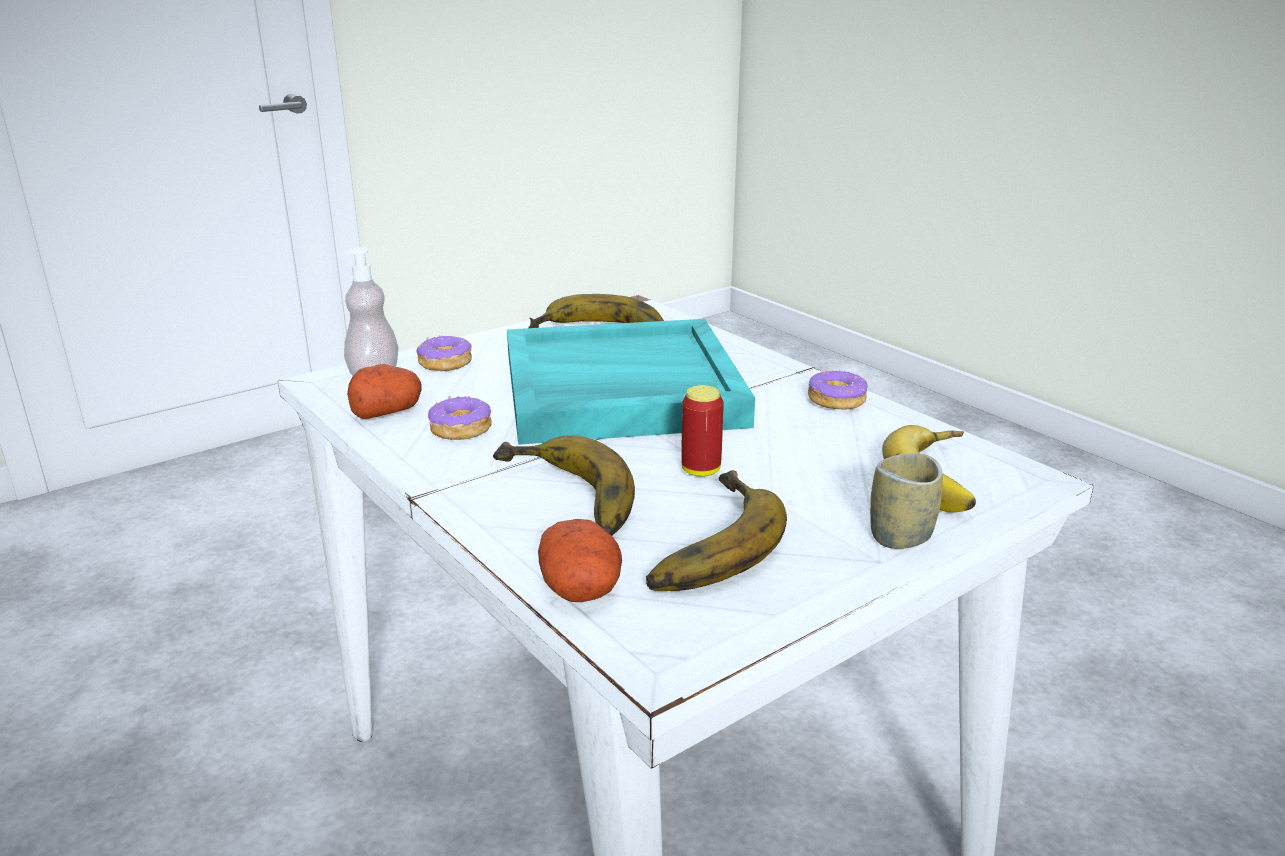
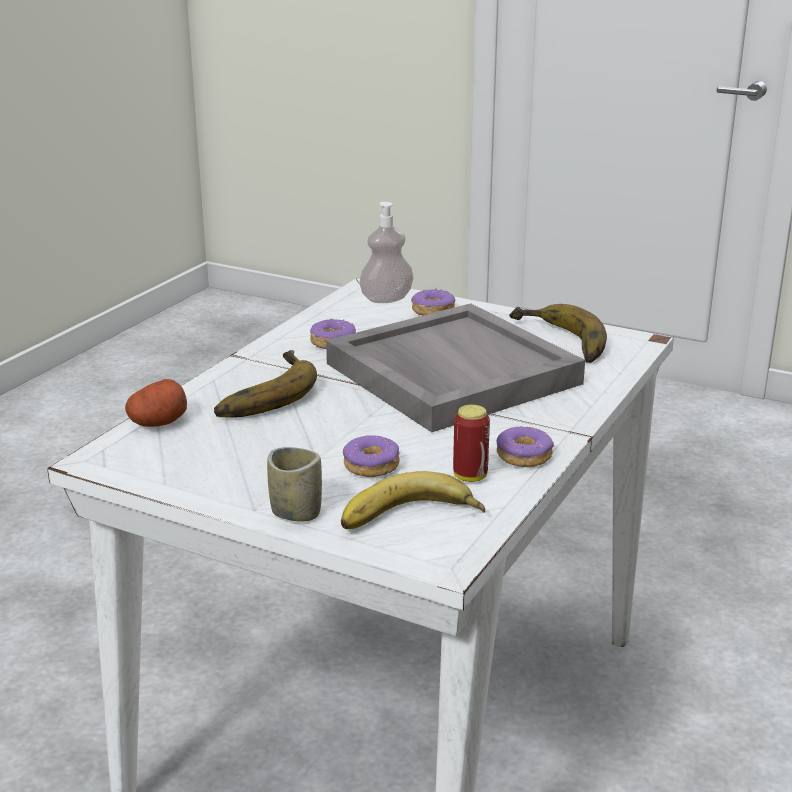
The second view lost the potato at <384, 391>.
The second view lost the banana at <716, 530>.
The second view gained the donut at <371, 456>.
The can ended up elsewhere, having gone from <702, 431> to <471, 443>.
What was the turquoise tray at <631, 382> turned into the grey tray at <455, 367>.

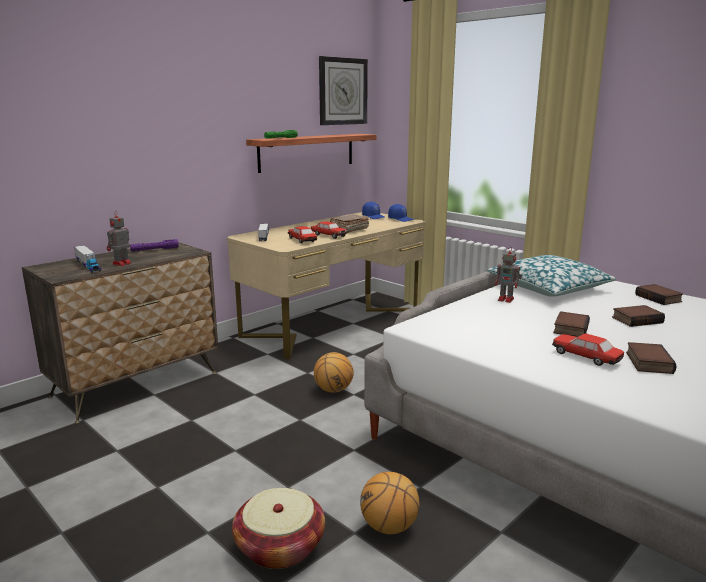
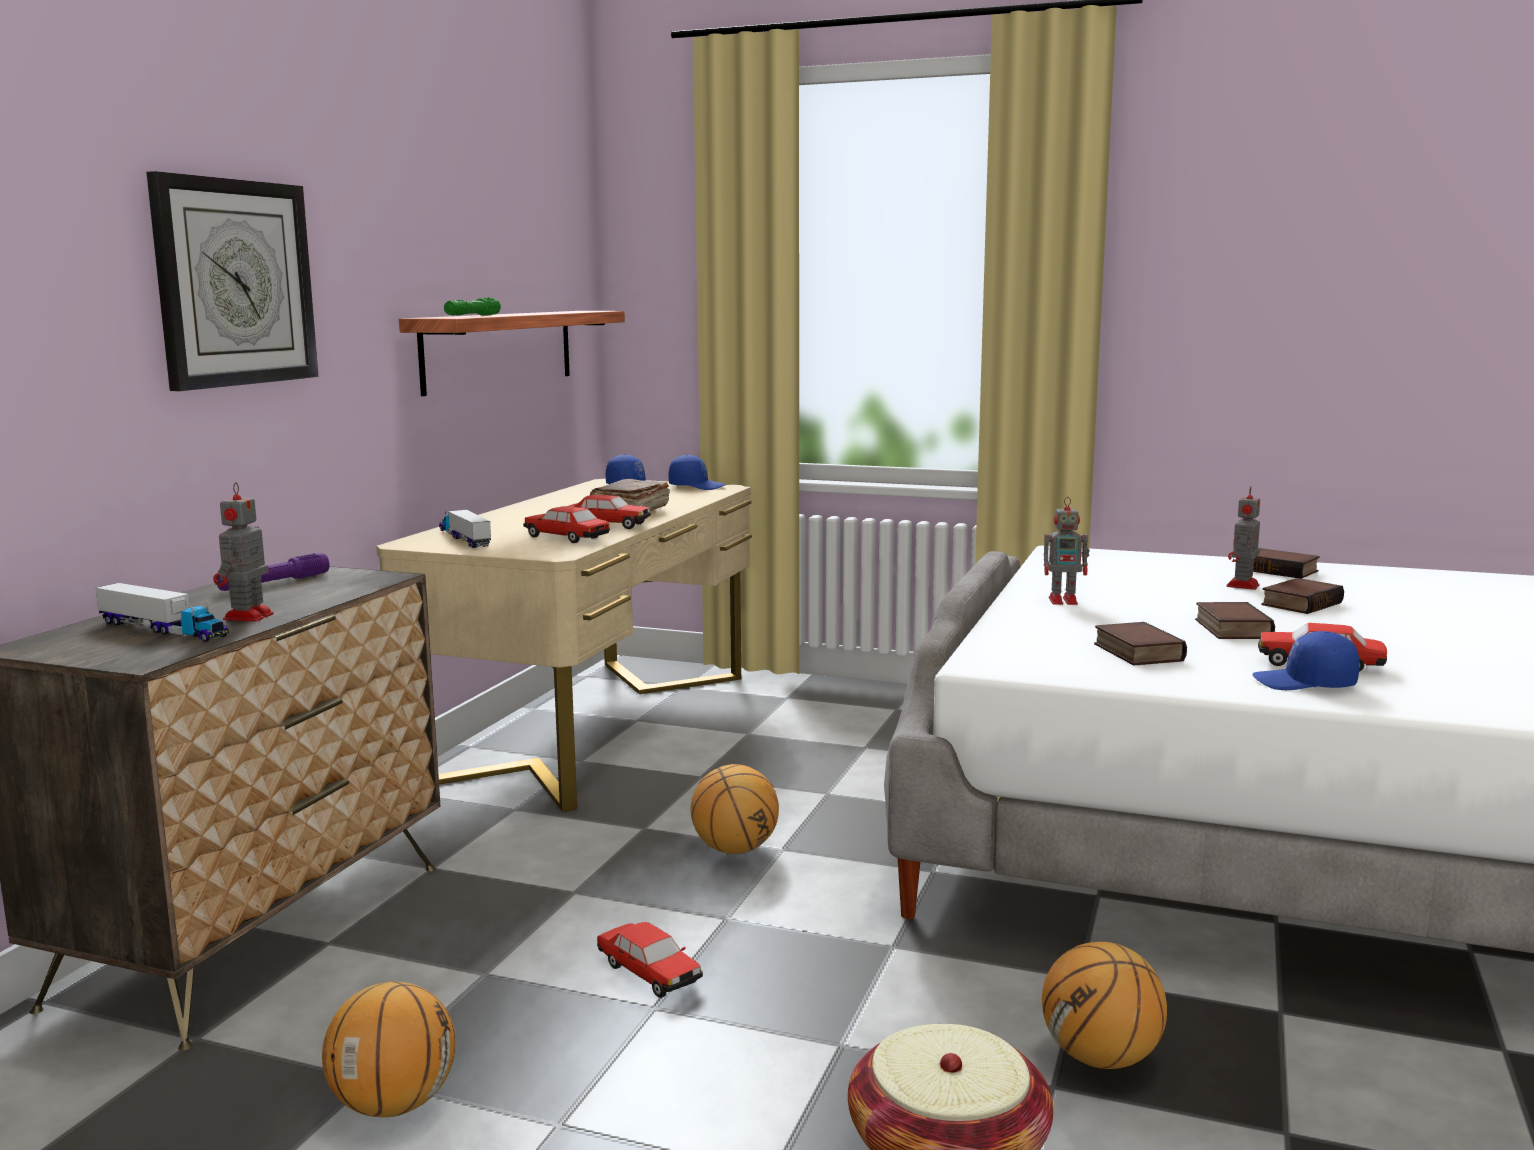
The second view lost the pillow at <552, 276>.
The second view gained the basketball at <389, 1049>.
The second view gained the toy car at <650, 960>.
The second view gained the toy robot at <1243, 538>.
The second view gained the blue cap at <1306, 660>.
The wall clock ended up elsewhere, having gone from <343, 90> to <232, 281>.
The book ended up elsewhere, having gone from <651, 358> to <1140, 644>.

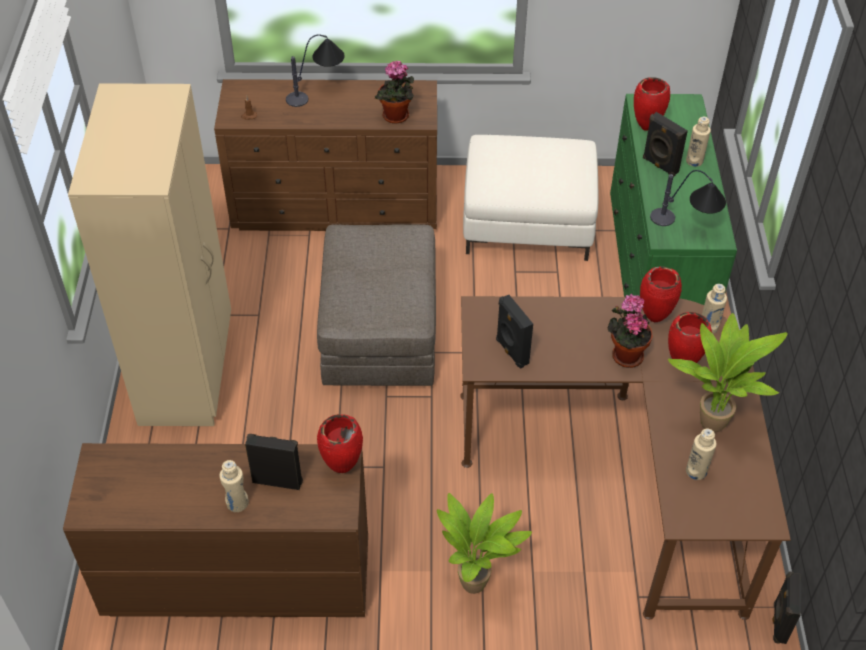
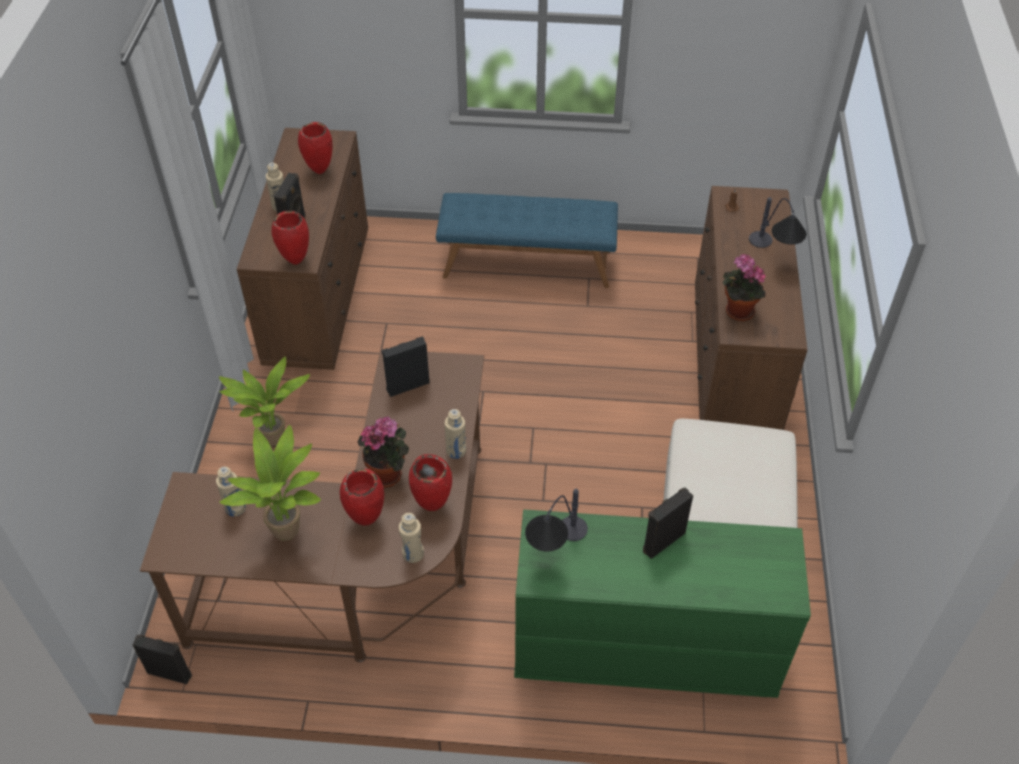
The second view lost the grey ottoman at <376, 305>.
The red vase ended up elsewhere, having gone from <652, 104> to <315, 148>.
The beige bottle ended up elsewhere, having gone from <698, 141> to <455, 434>.
Where the beige wardrobe stood at <149, 254>, the blue bench came to stand at <527, 240>.

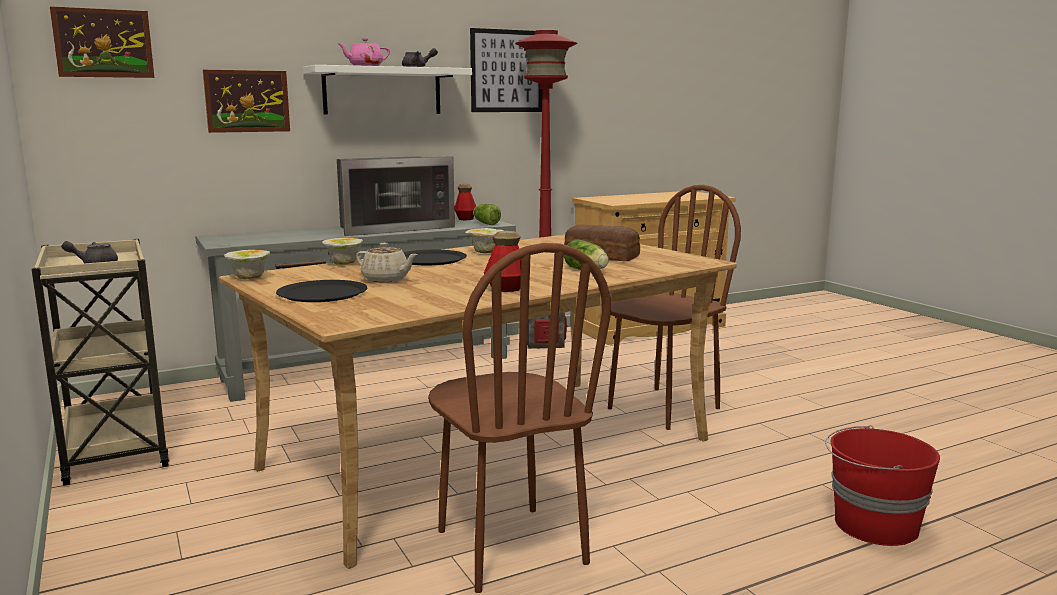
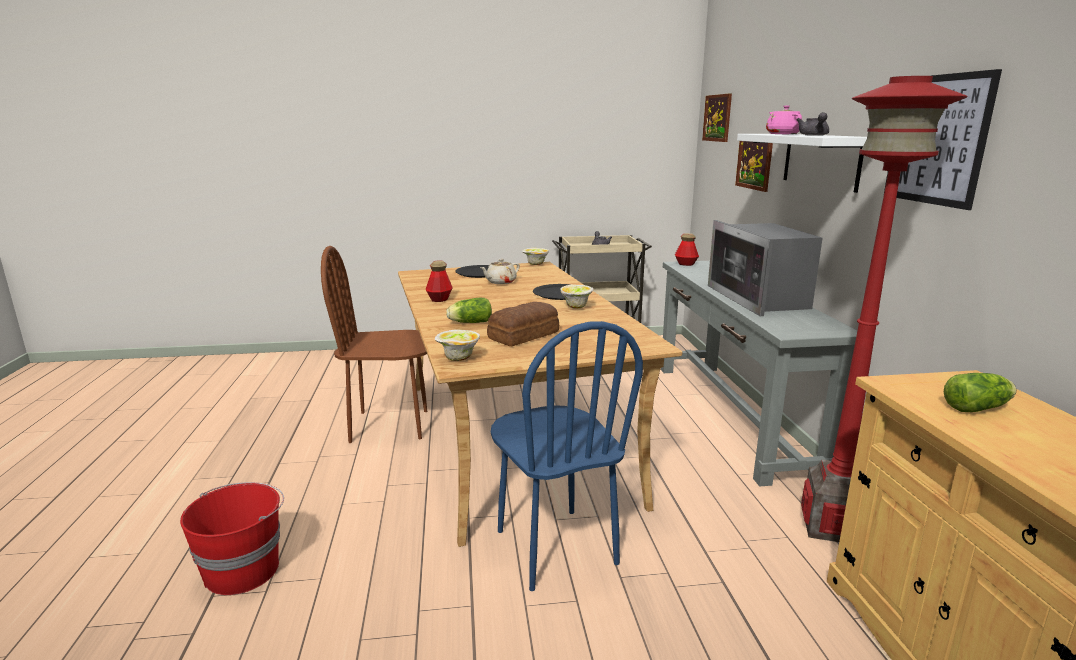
The bowl ended up elsewhere, having gone from <342, 251> to <457, 345>.
The bottle ended up elsewhere, having gone from <465, 202> to <687, 249>.
The lettuce ended up elsewhere, having gone from <487, 214> to <980, 392>.
What was the brown chair at <674, 307> turned into the blue chair at <567, 456>.

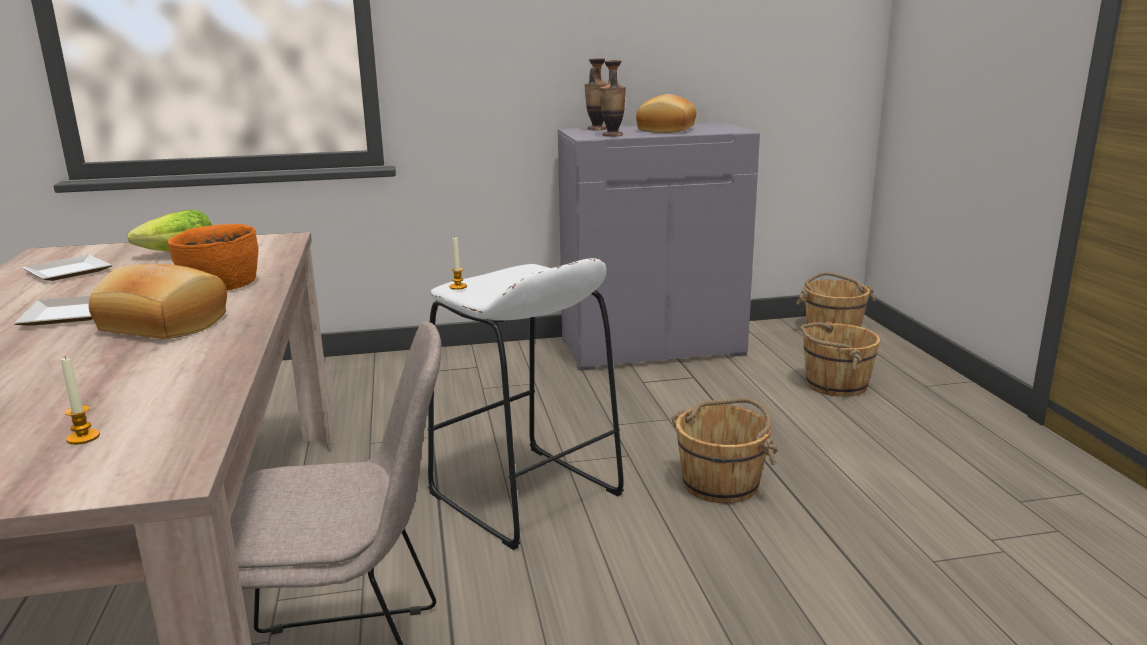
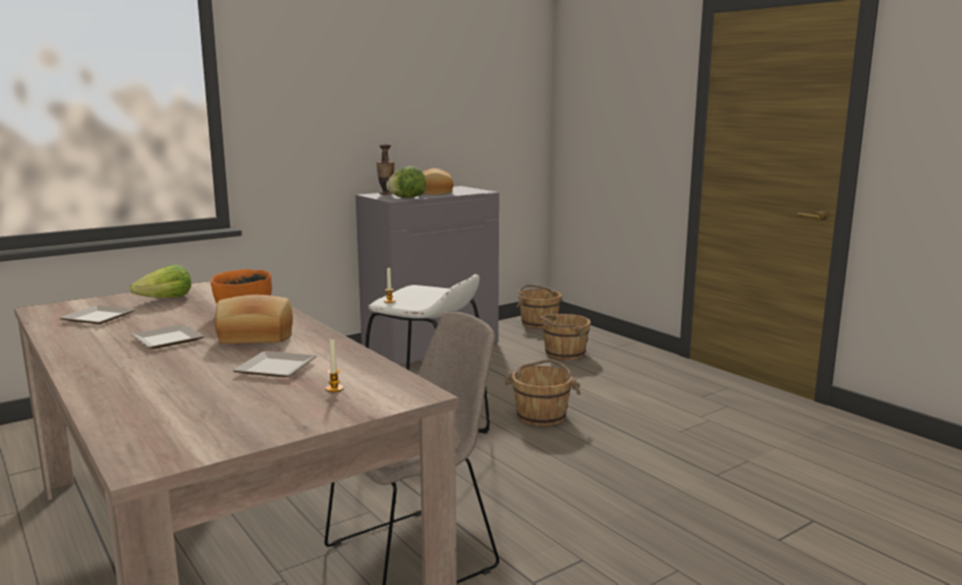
The second view gained the plate at <274, 364>.
Where the vase stood at <613, 98>, the lettuce came to stand at <406, 182>.

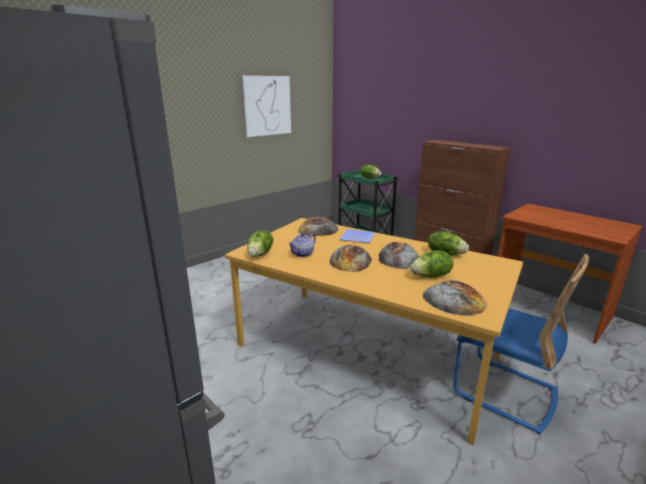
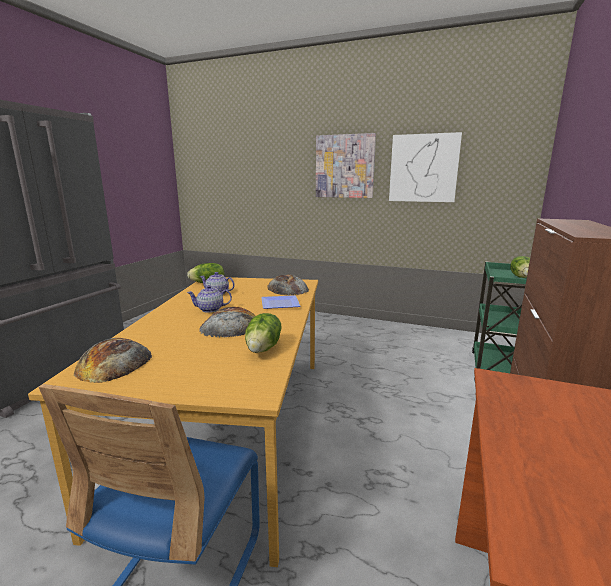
The second view lost the lettuce at <432, 263>.
The second view gained the picture at <346, 165>.
Where the bread stood at <350, 258>, the teapot came to stand at <209, 299>.

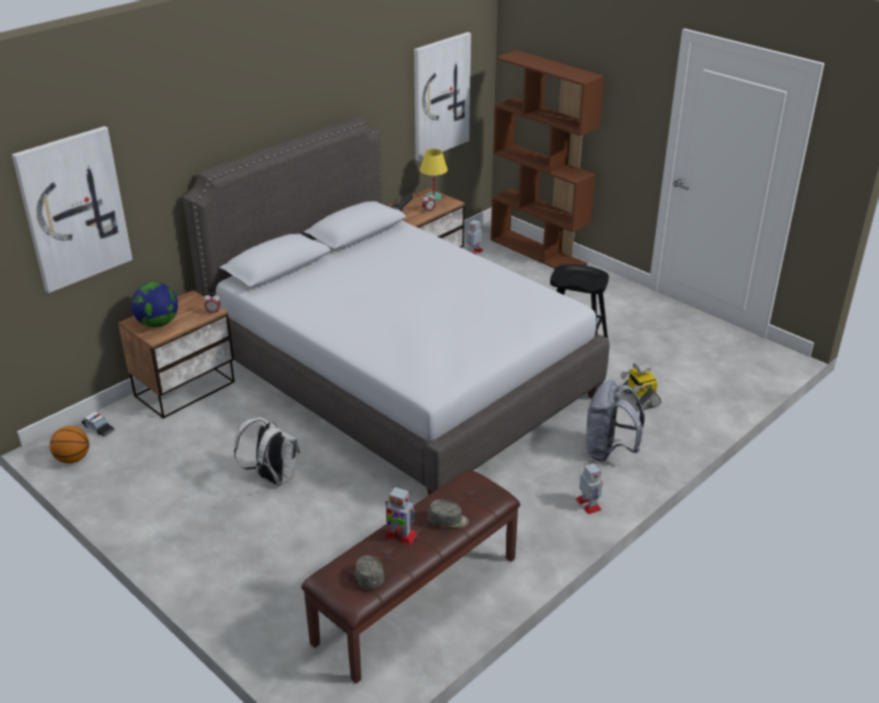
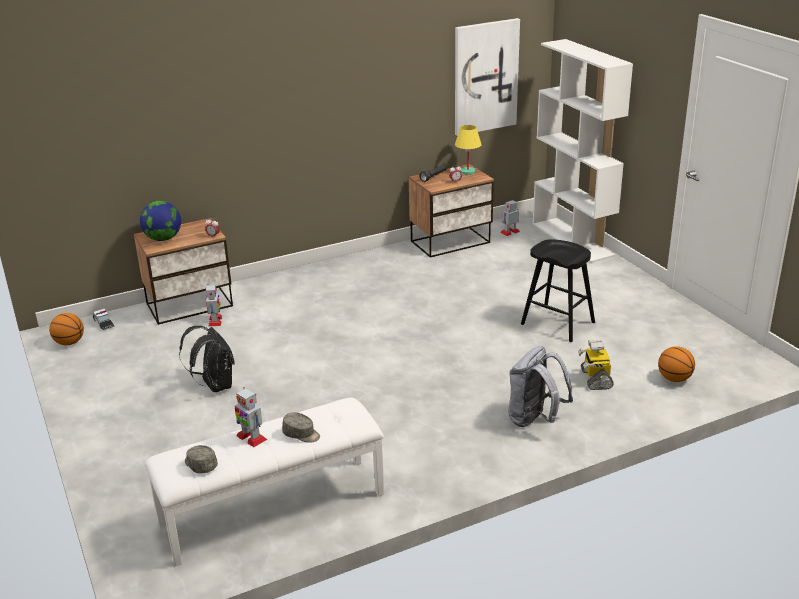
The second view lost the picture at <72, 209>.
The second view lost the grey bed at <396, 306>.
The second view gained the basketball at <676, 364>.
The toy robot ended up elsewhere, having gone from <589, 488> to <214, 305>.
What was the white backpack at <267, 451> turned into the black backpack at <207, 359>.
What was the brown bench at <410, 577> turned into the white bench at <264, 481>.
What was the brown bookcase at <548, 159> turned into the white bookcase at <583, 151>.
The grey cap at <369, 572> ended up facing another way, 45 degrees counterclockwise from before.

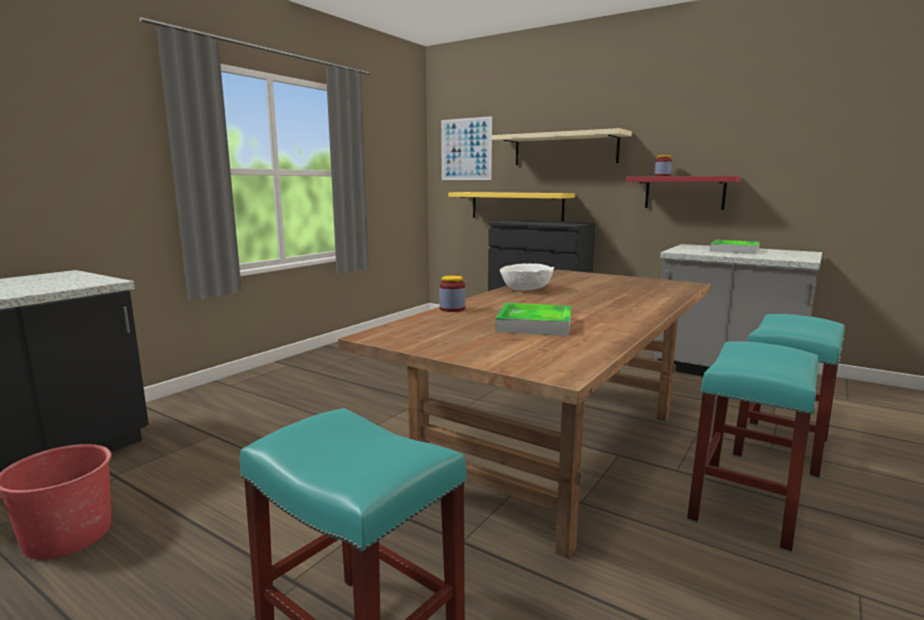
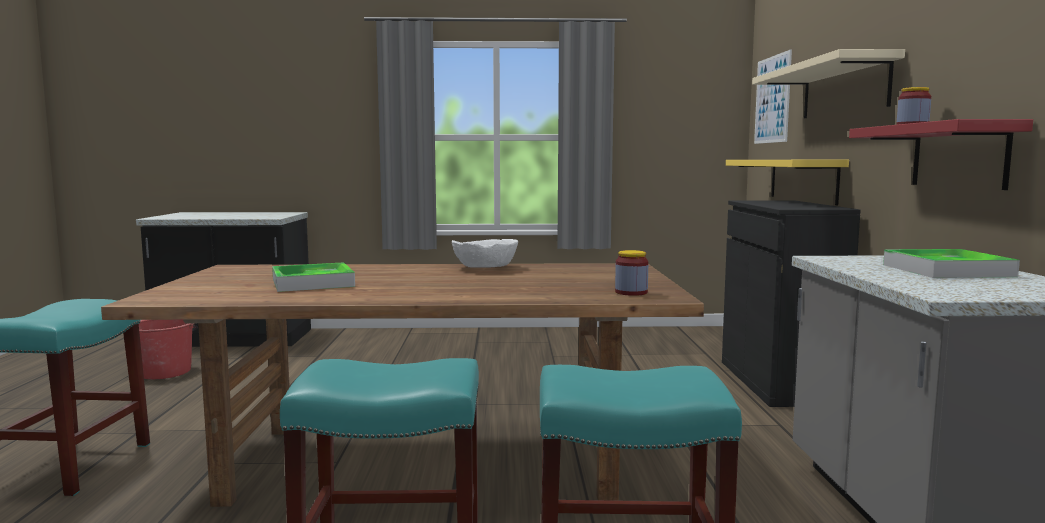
The jar ended up elsewhere, having gone from <452, 293> to <631, 273>.

